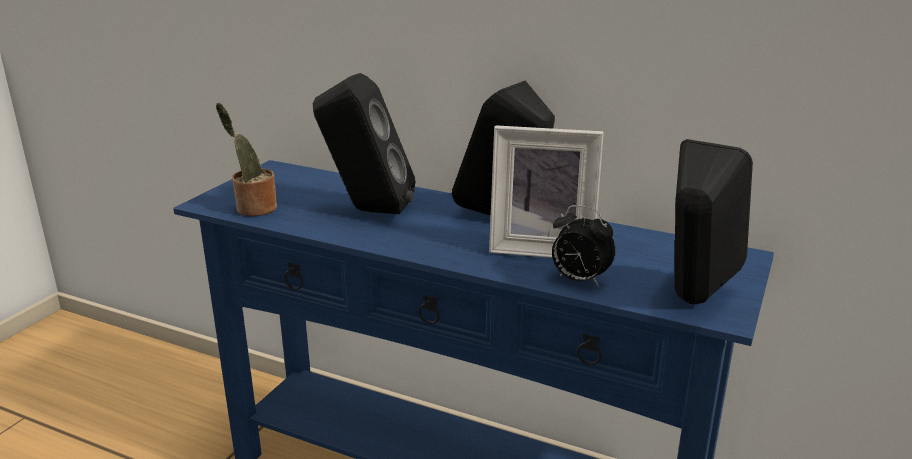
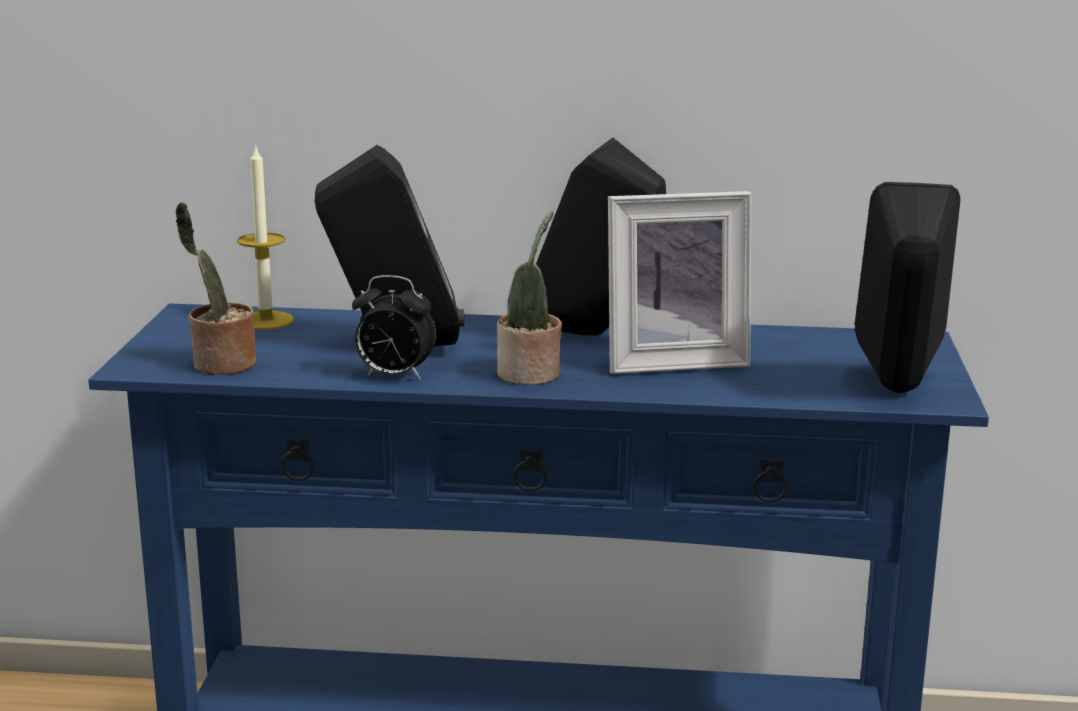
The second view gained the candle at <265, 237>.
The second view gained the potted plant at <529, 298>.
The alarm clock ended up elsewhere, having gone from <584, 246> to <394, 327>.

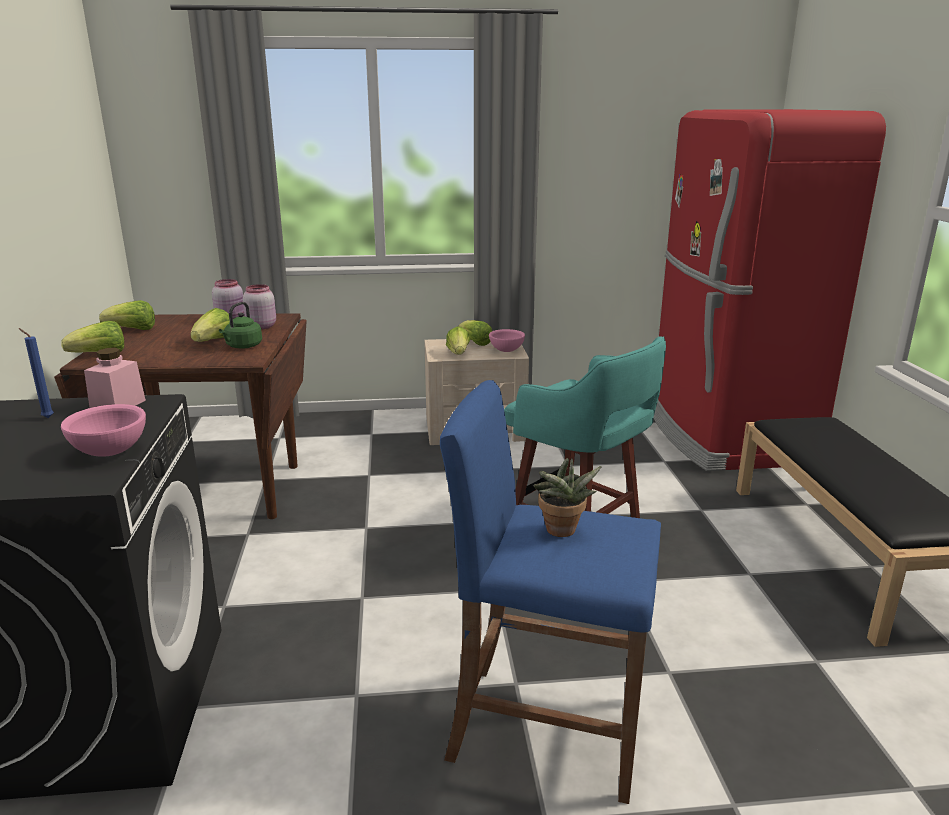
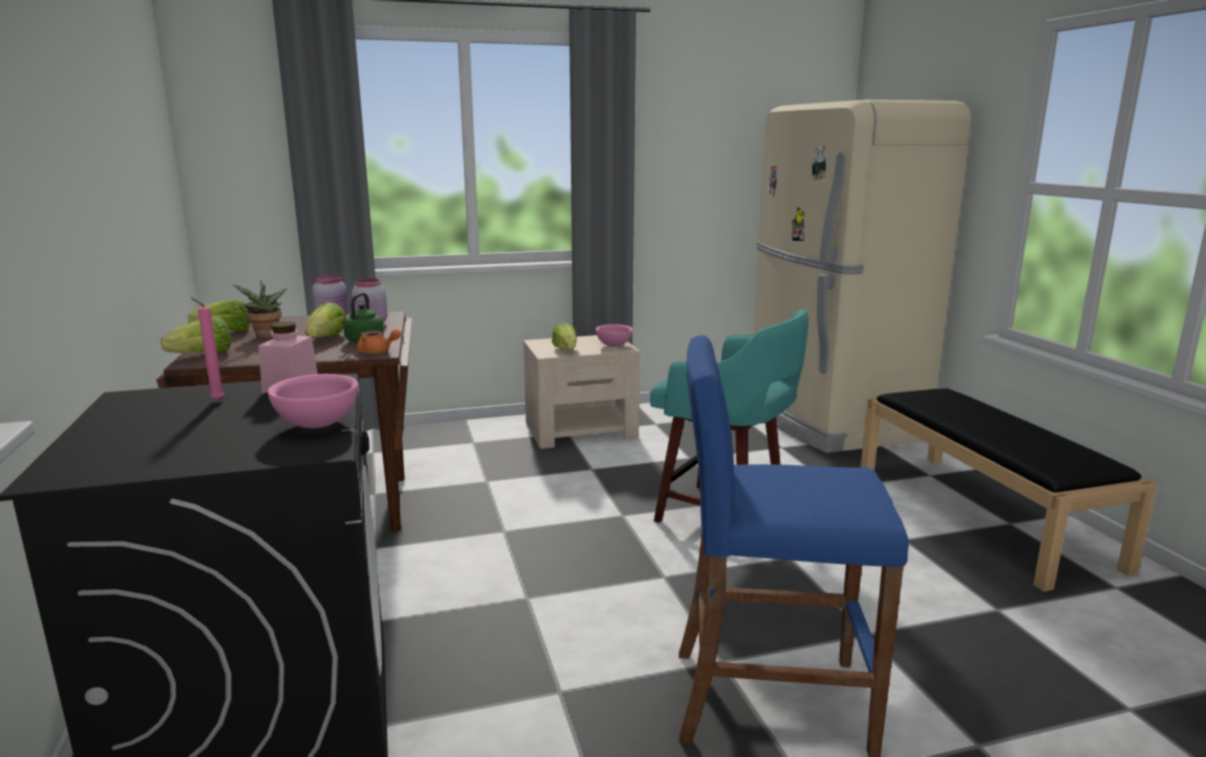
The second view lost the lettuce at <475, 333>.
The second view gained the orange teapot at <379, 341>.
The potted plant ended up elsewhere, having gone from <567, 497> to <260, 309>.
What was the blue candle at <36, 373> turned into the pink candle at <207, 349>.
What was the red fridge at <769, 290> turned into the beige fridge at <862, 276>.

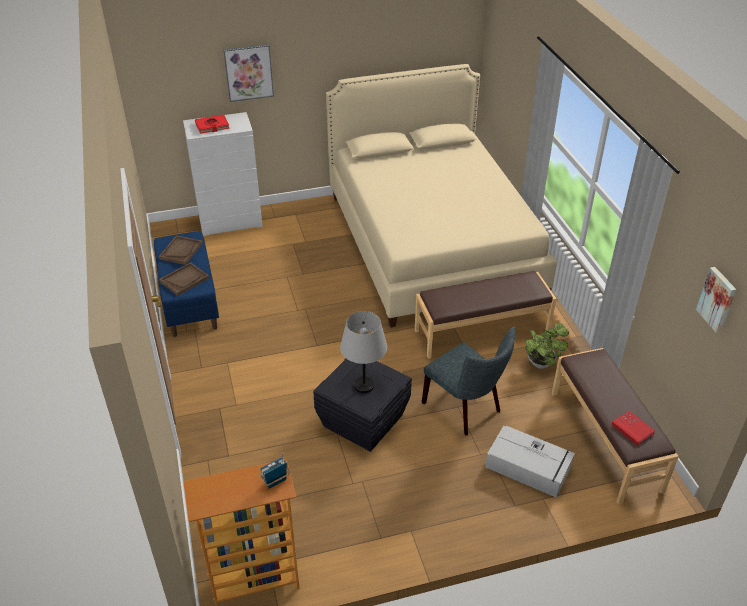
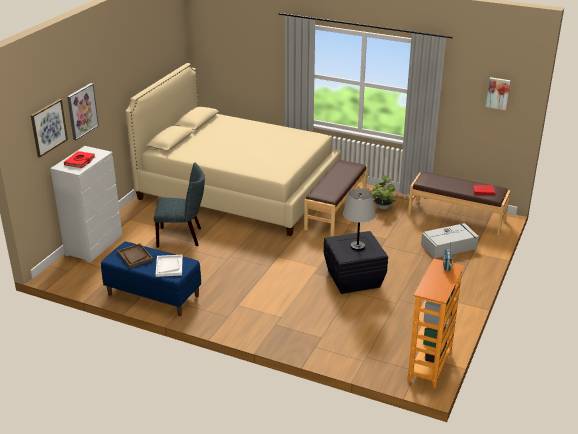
The second view gained the picture at <49, 128>.
The grey chair ended up elsewhere, having gone from <468, 380> to <179, 204>.
What was the brown tray at <184, 279> turned into the white tray at <169, 266>.

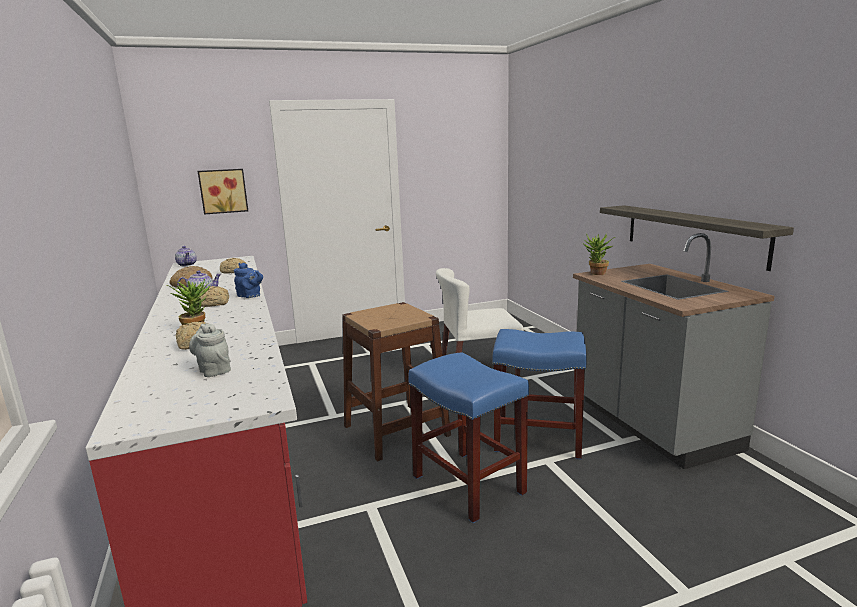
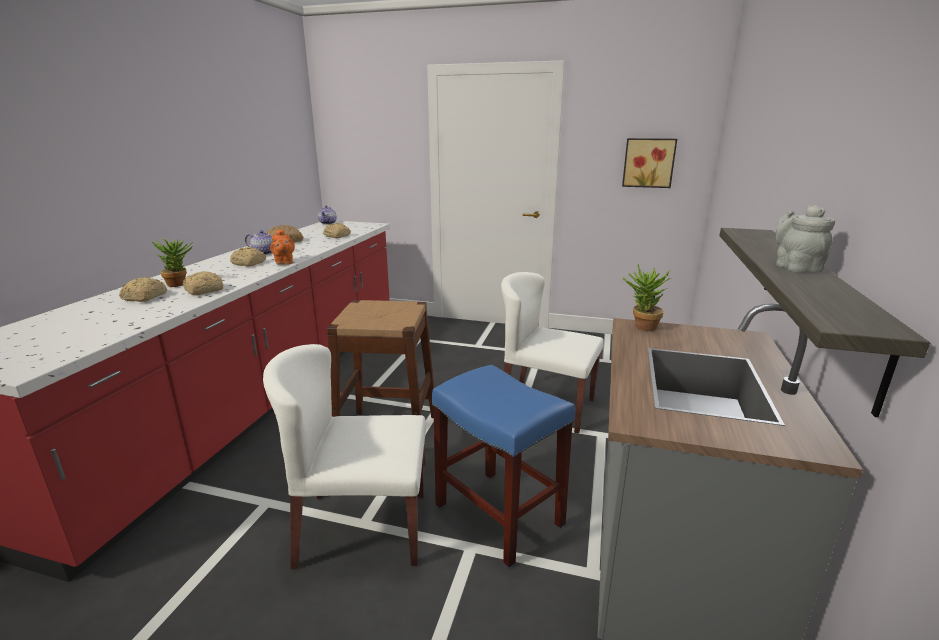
The second view gained the bread at <202, 283>.
The grey teapot ended up elsewhere, having gone from <210, 350> to <805, 238>.
The picture ended up elsewhere, having gone from <223, 192> to <649, 163>.
Where the blue stool stood at <468, 437>, the white chair came to stand at <344, 456>.
What was the blue teapot at <248, 280> turned into the orange teapot at <282, 247>.

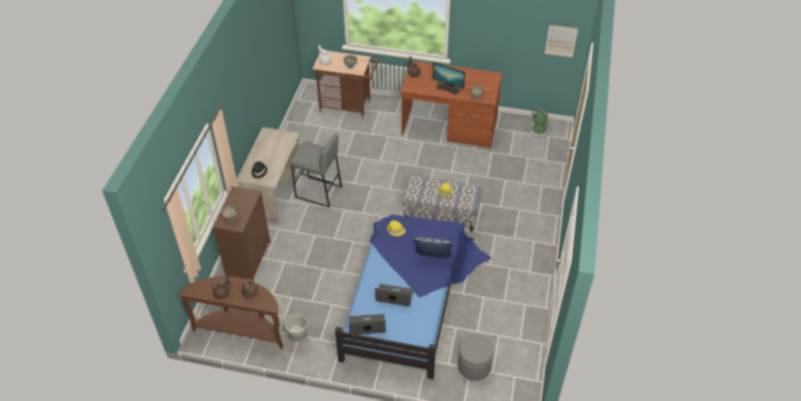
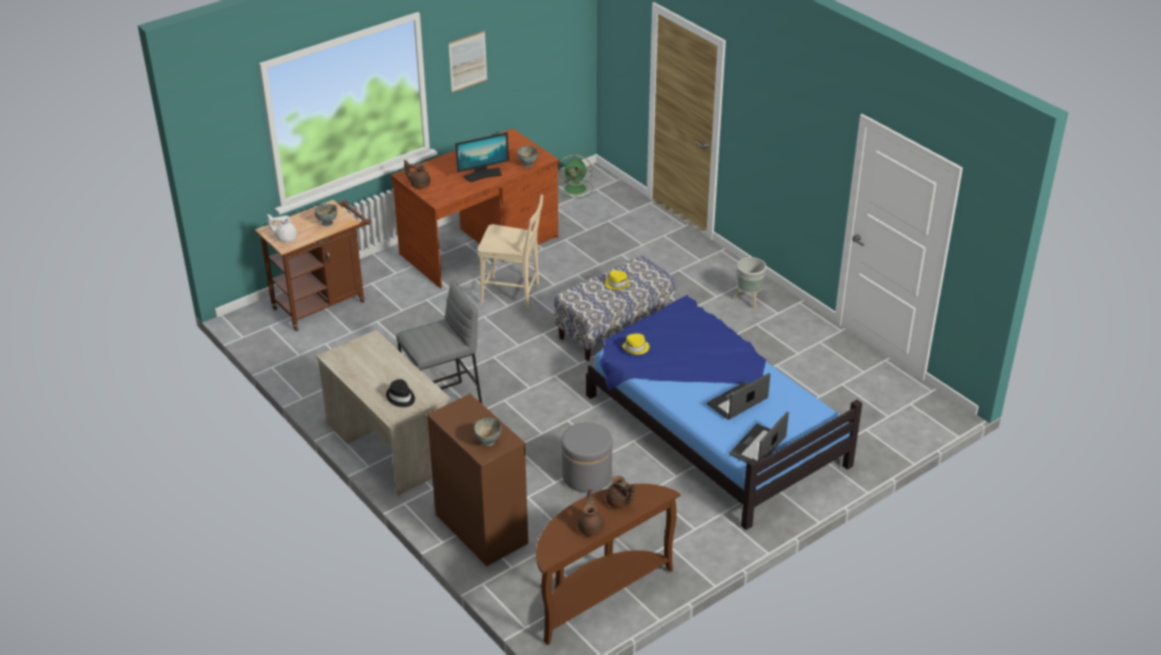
The second view lost the pillow at <433, 247>.
The second view gained the beige chair at <510, 251>.
The grey planter ended up elsewhere, having gone from <297, 332> to <751, 283>.
The grey ottoman ended up elsewhere, having gone from <476, 358> to <587, 457>.
The picture ended up elsewhere, having gone from <561, 41> to <467, 62>.

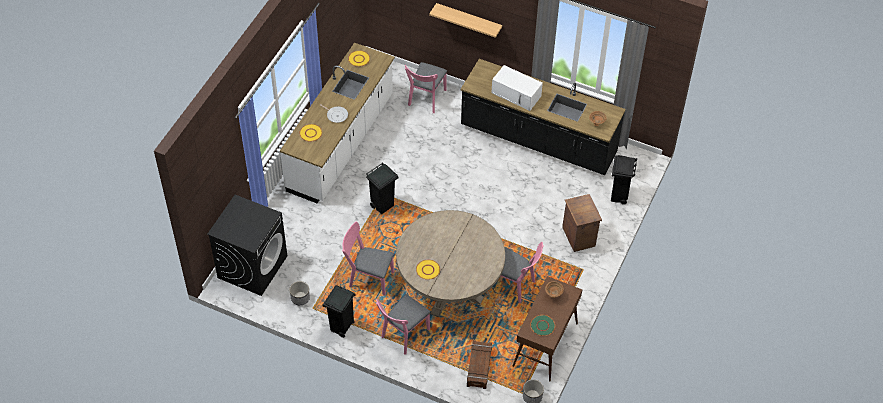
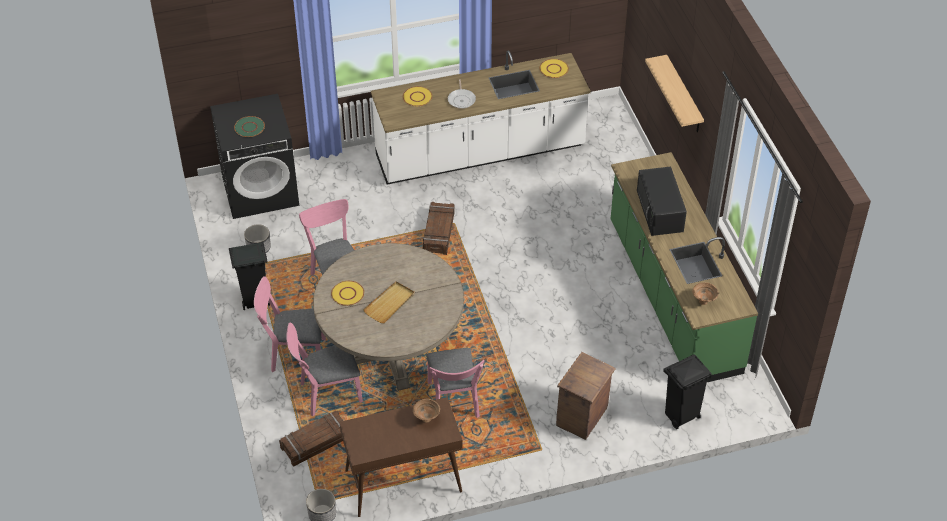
The second view gained the beige tray at <389, 302>.
The pink chair ended up elsewhere, having gone from <426, 87> to <324, 370>.
The green plate ended up elsewhere, having gone from <542, 325> to <249, 126>.
Where the black trash can stood at <382, 188>, the crate came to stand at <439, 228>.
What was the black counter at <543, 117> turned into the green counter at <684, 267>.
What was the white microwave at <517, 88> turned into the black microwave at <662, 201>.

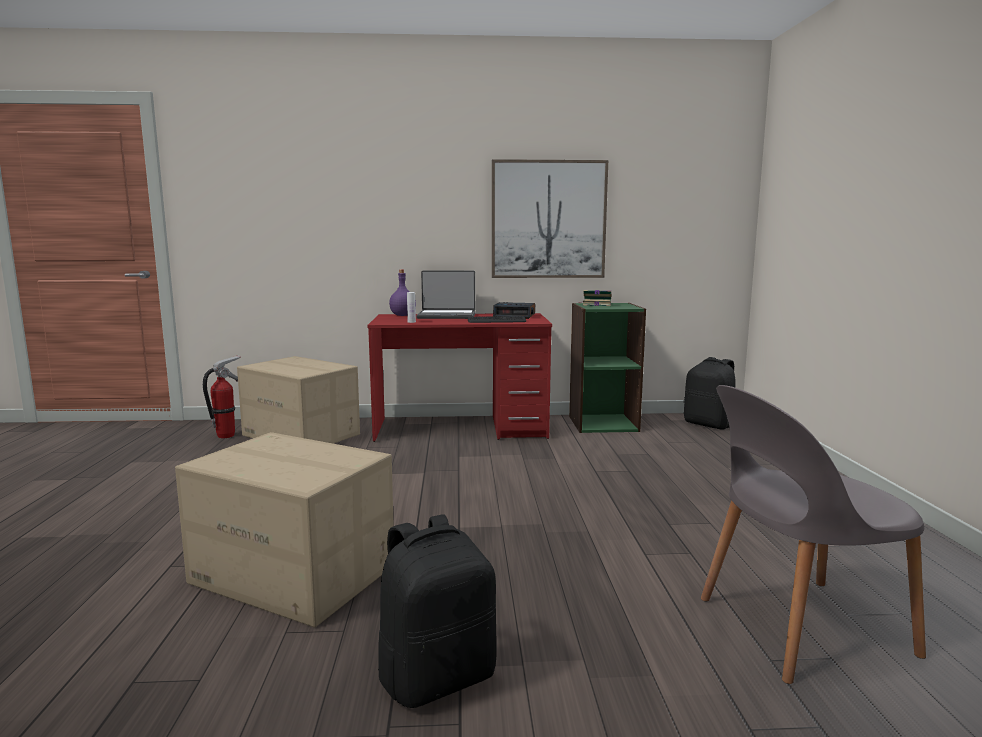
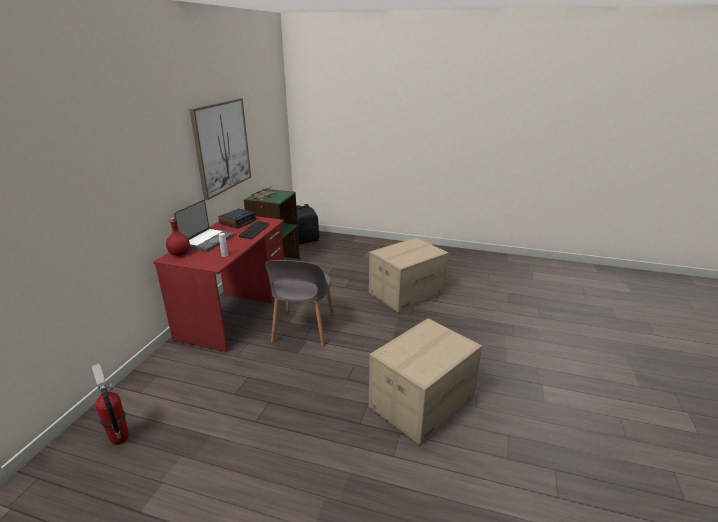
The second view lost the black backpack at <437, 611>.
The cardboard box ended up elsewhere, having gone from <298, 400> to <409, 275>.
The grey chair ended up elsewhere, having gone from <813, 534> to <299, 303>.
What was the purple bottle at <402, 293> turned into the red bottle at <178, 236>.

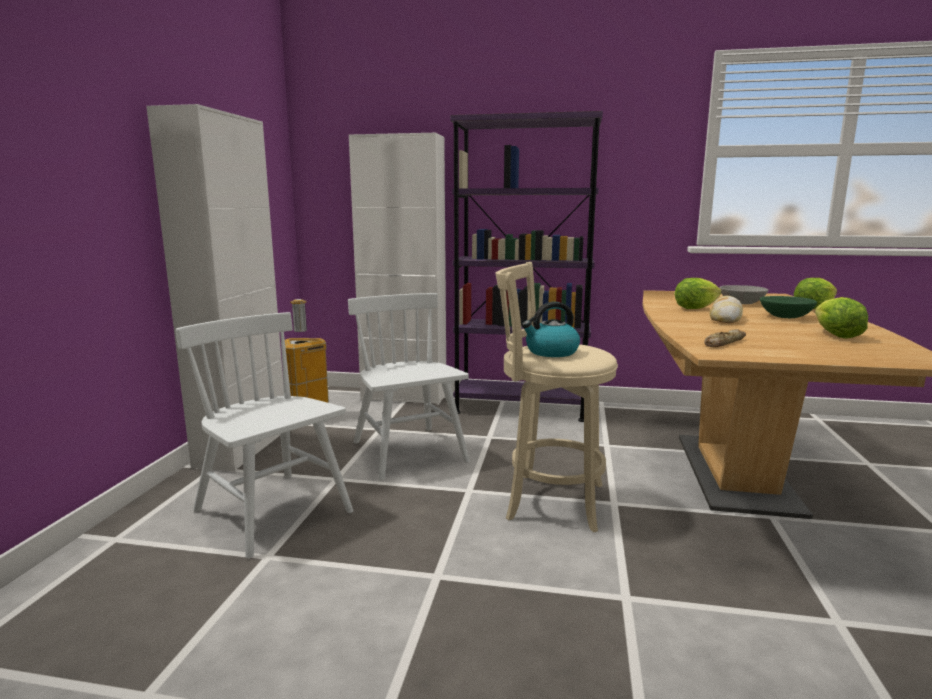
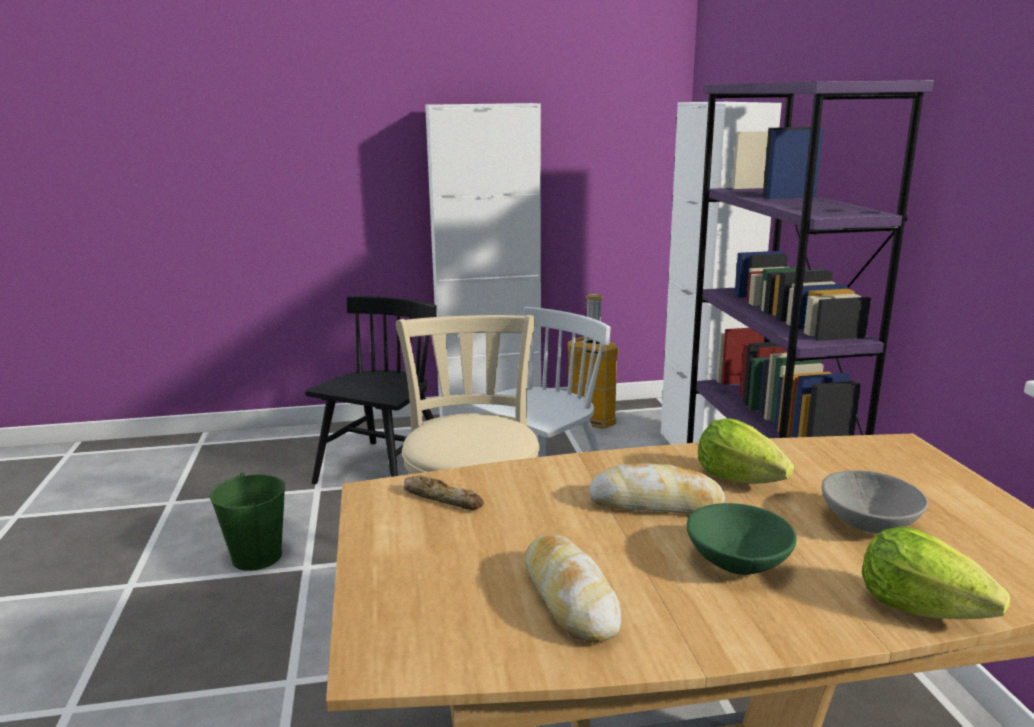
The second view lost the kettle at <551, 329>.
The second view gained the green bucket at <247, 521>.
Where the lettuce stood at <841, 318>, the bread came to stand at <573, 589>.
What was the white chair at <264, 435> turned into the black chair at <371, 390>.

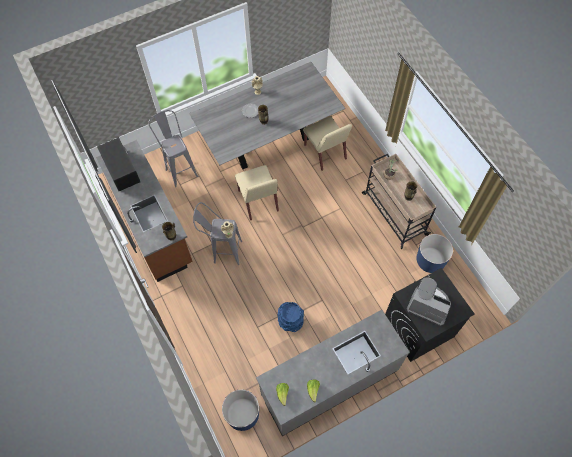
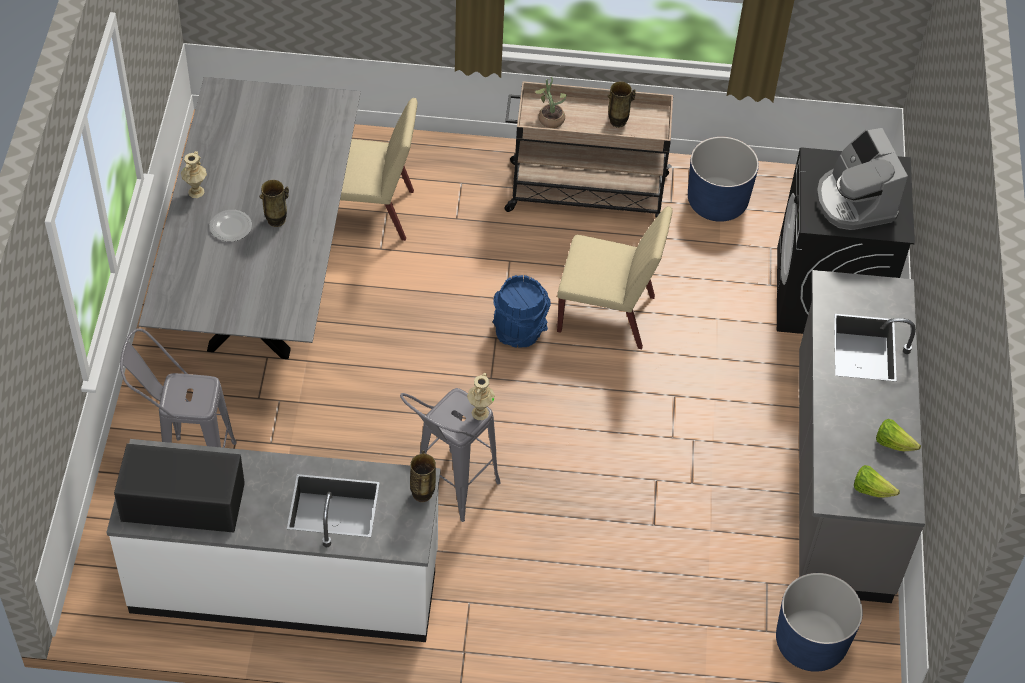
The beige chair ended up elsewhere, having gone from <257, 192> to <615, 277>.
The blue bucket ended up elsewhere, having gone from <290, 317> to <522, 311>.
What was the brown counter at <144, 211> turned into the white counter at <273, 540>.
The coffee machine at <429, 301> ended up facing another way, 75 degrees counterclockwise from before.

